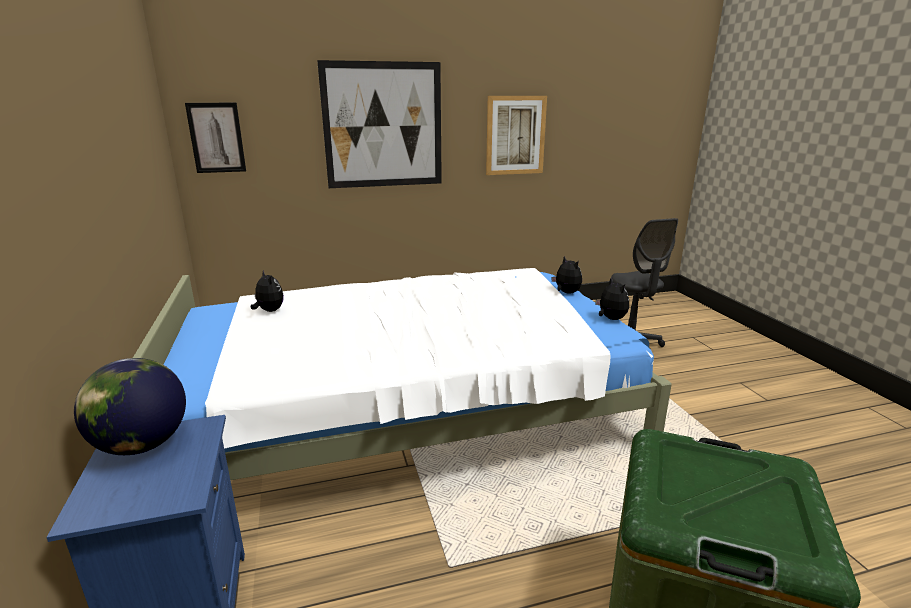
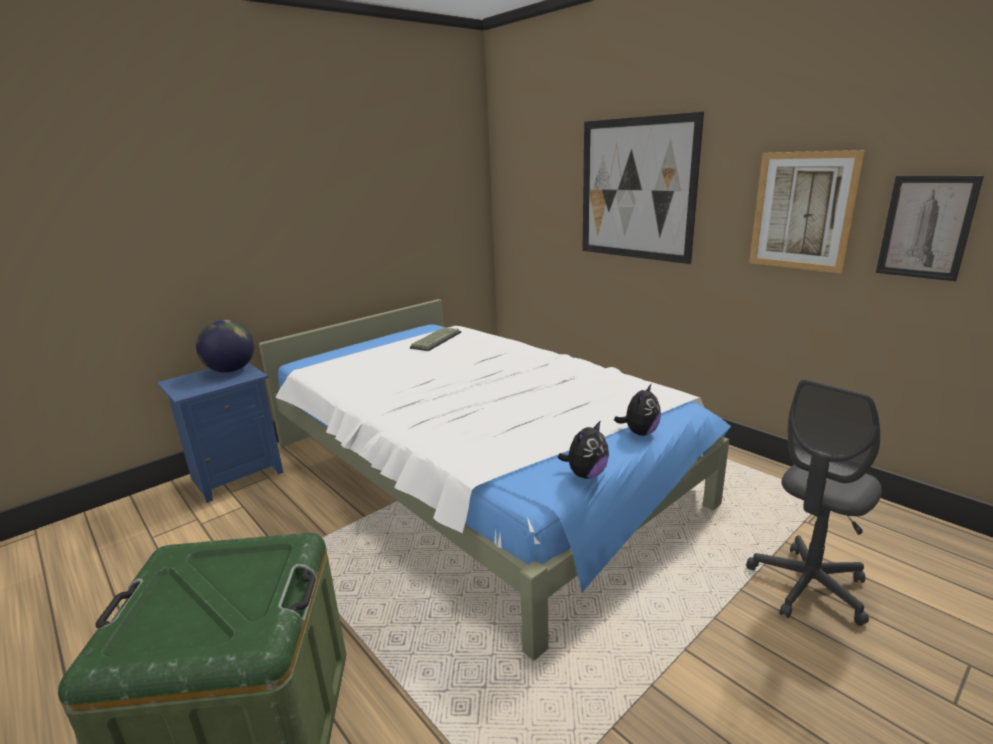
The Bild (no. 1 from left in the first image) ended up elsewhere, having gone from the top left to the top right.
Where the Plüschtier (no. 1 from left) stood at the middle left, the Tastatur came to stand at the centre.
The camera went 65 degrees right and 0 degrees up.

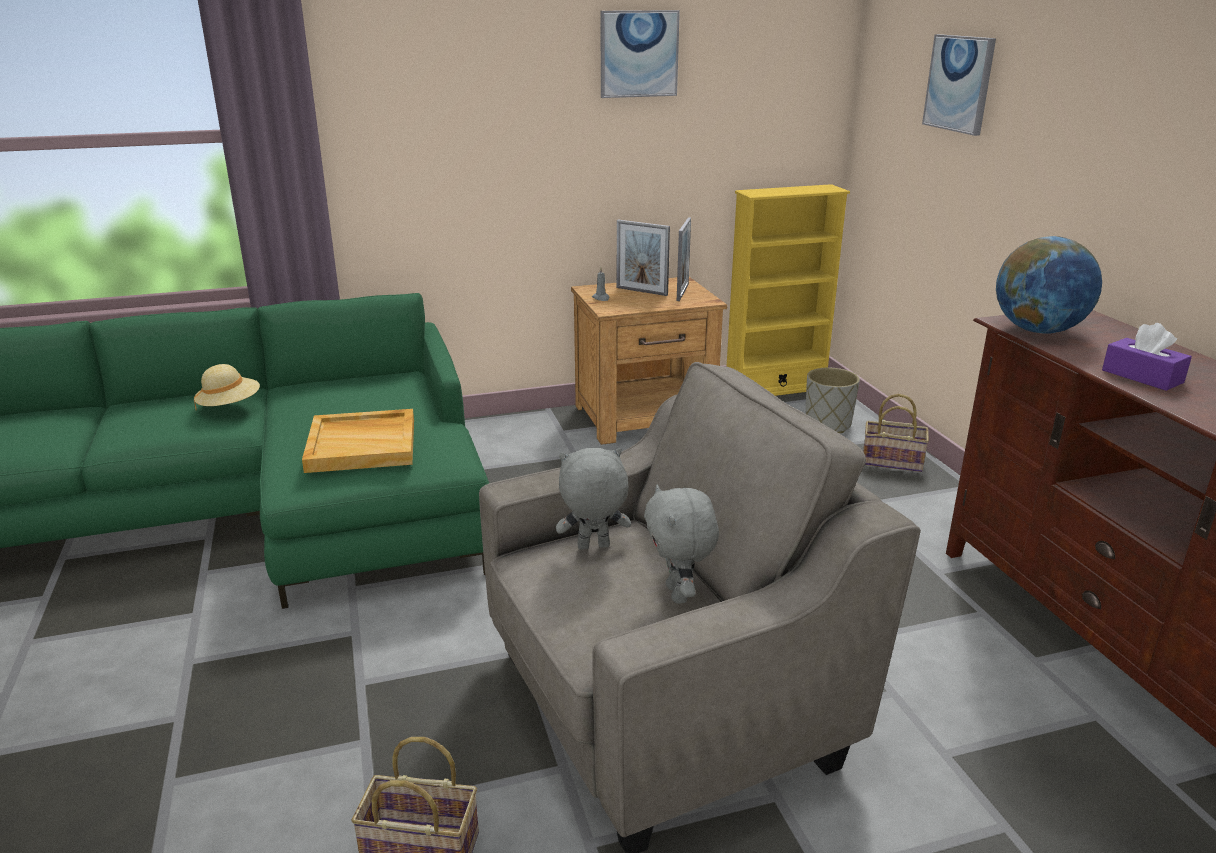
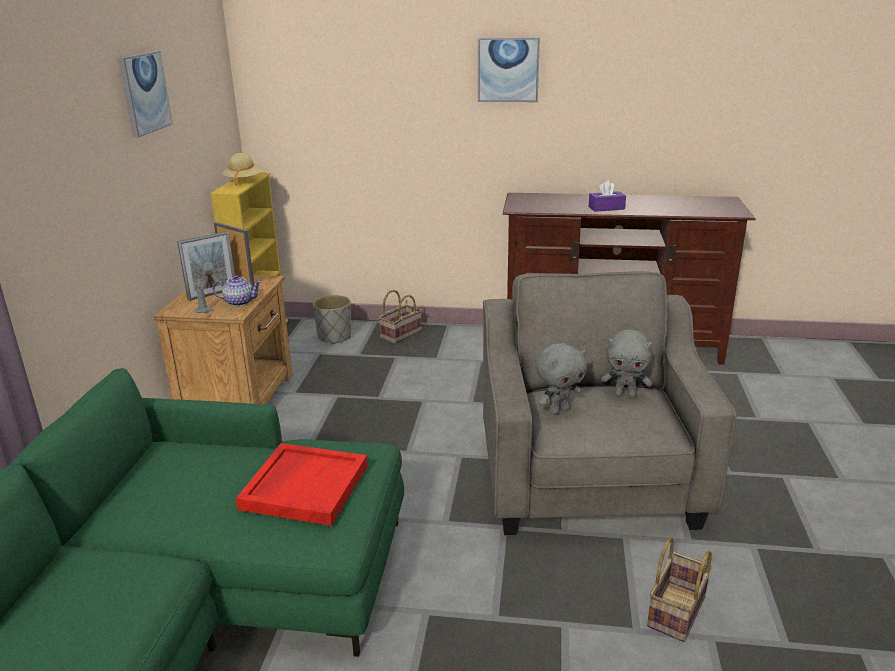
The Bild (no. 2 from left) ended up elsewhere, having gone from the top right to the top centre.
The second view lost the Globus at the middle right.
The Hut/beige ended up elsewhere, having gone from the middle left to the top left.
What was the Tablett/beige at the middle left turned into the Tablett/rot at the bottom centre.
The Plüschtier/grau (no. 1 from left) at the centre ended up facing another way, 135 degrees counterclockwise from before.
The second view gained the Teekanne at the middle left.
The camera went 65 degrees left and 0 degrees up.

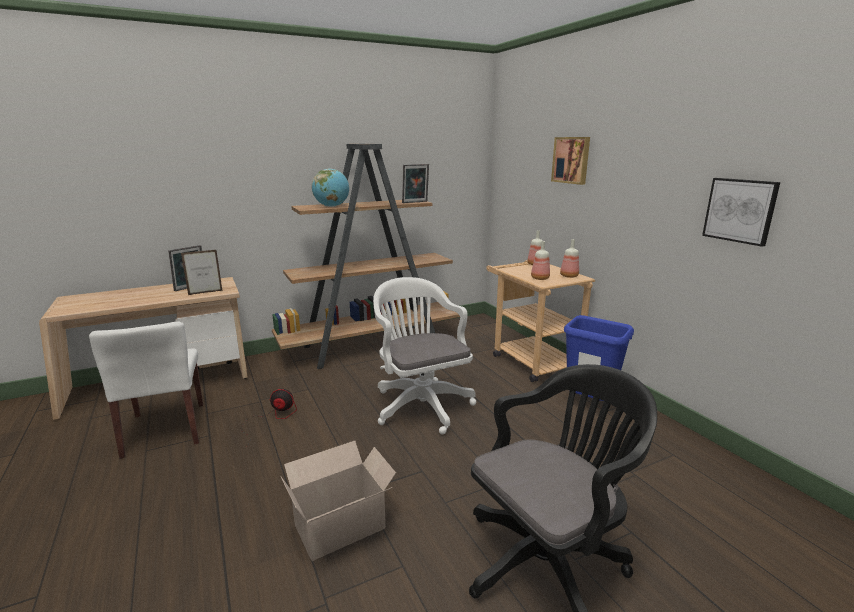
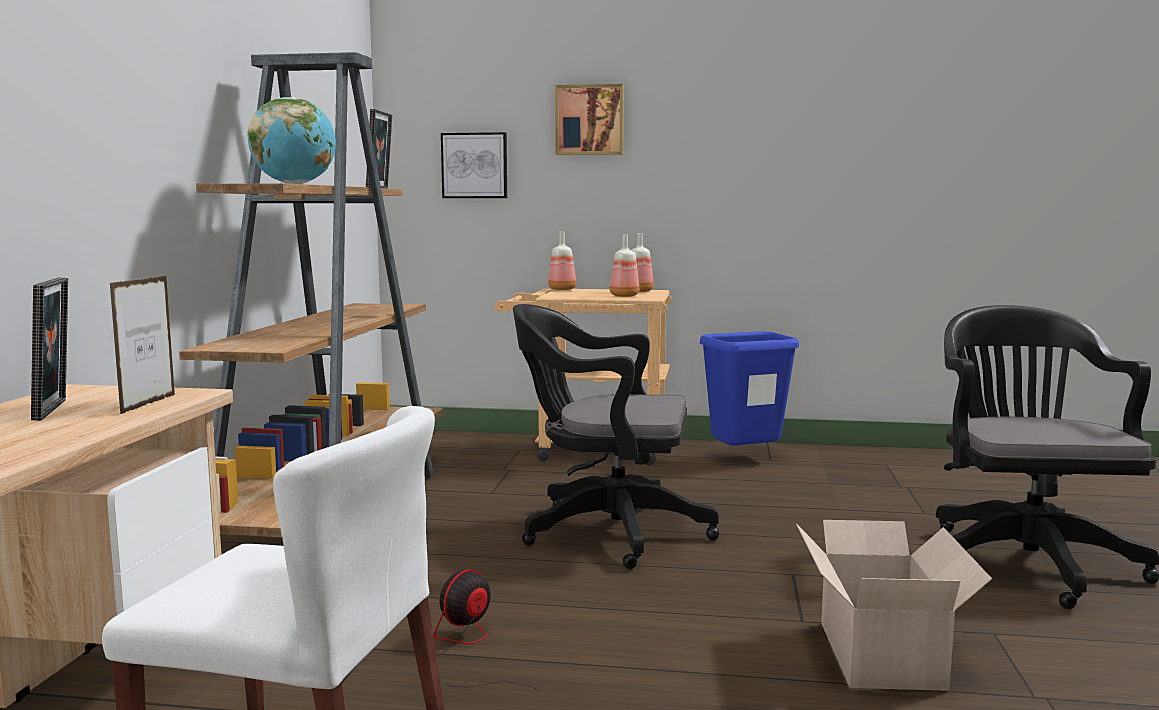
The Bild (no. 2 from left in the first image) ended up elsewhere, having gone from the middle right to the top centre.
What was the Bürostuhl/weiß at the centre turned into the Bürostuhl/schwarz (no. 1 from left) at the centre.
The camera went 55 degrees left and 10 degrees down.

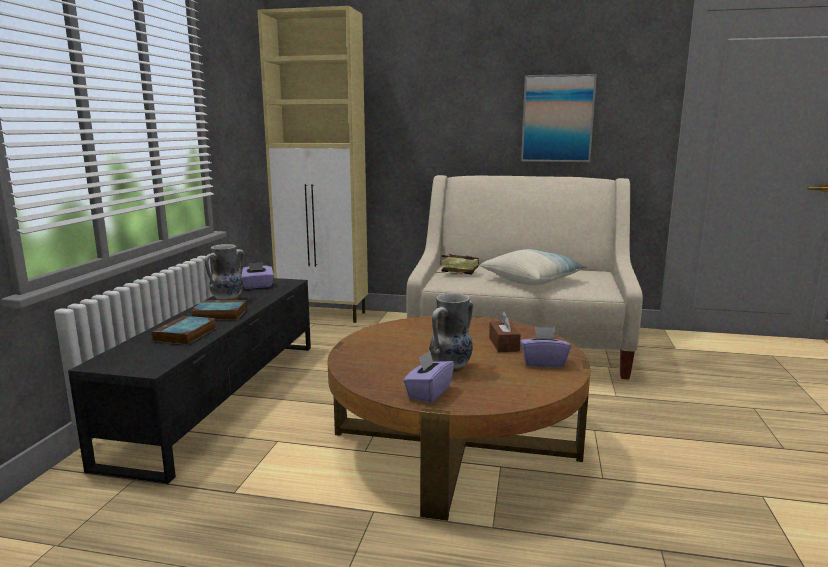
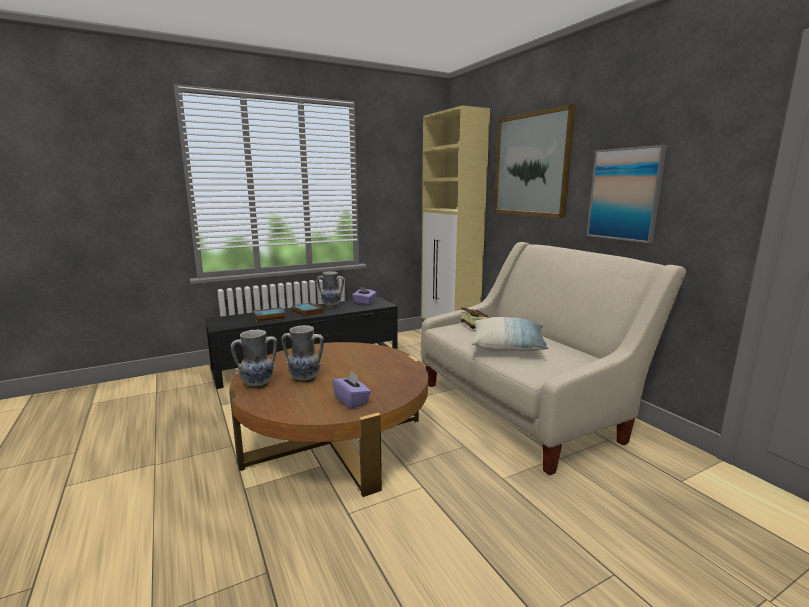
The second view lost the Taschentuchbox/braun at the centre.
Where the Taschentuchbox/lila (no. 2 from left) stood at the centre, the Vase (no. 1 from left) came to stand at the middle left.
The second view gained the Bild (no. 1 from left) at the top centre.
The camera went 50 degrees right and 0 degrees up.

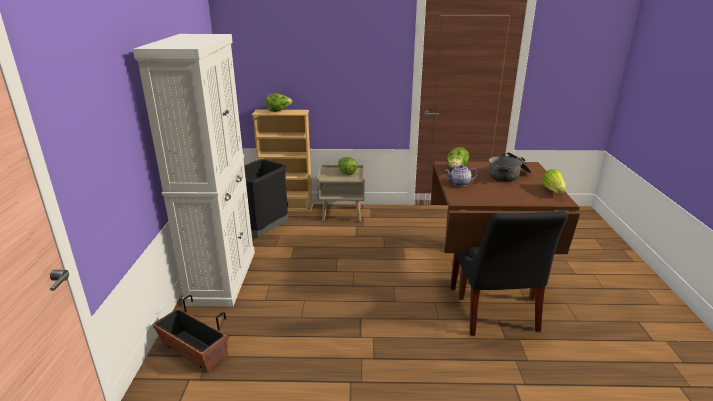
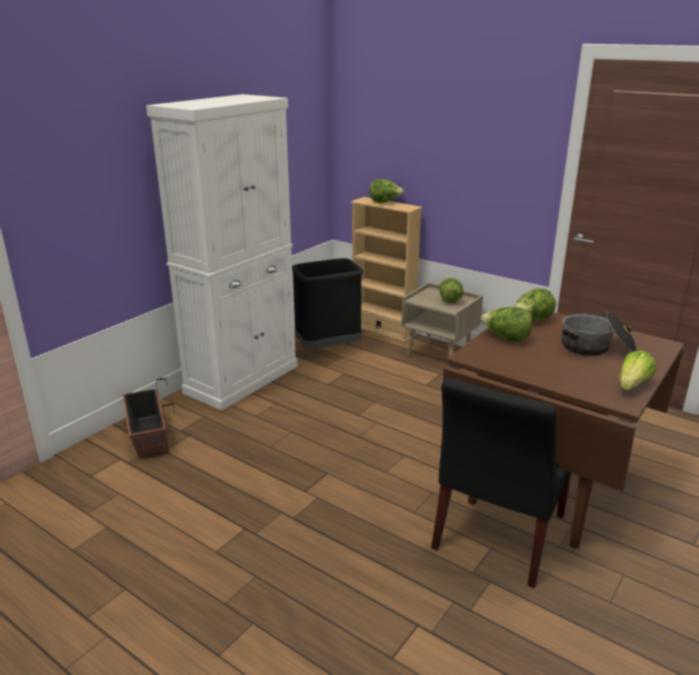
Where the Teekanne stood at the centre, the Salatkopf (no. 3 from left) came to stand at the middle right.
The camera went 35 degrees right and 0 degrees up.

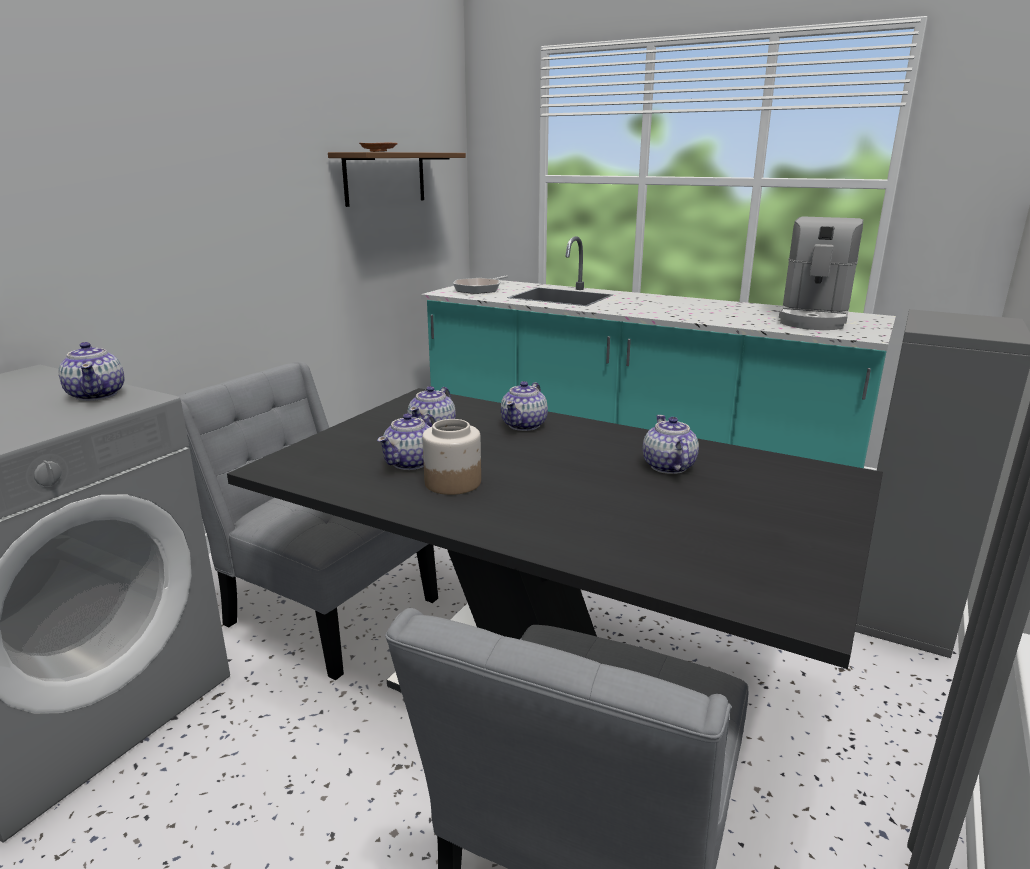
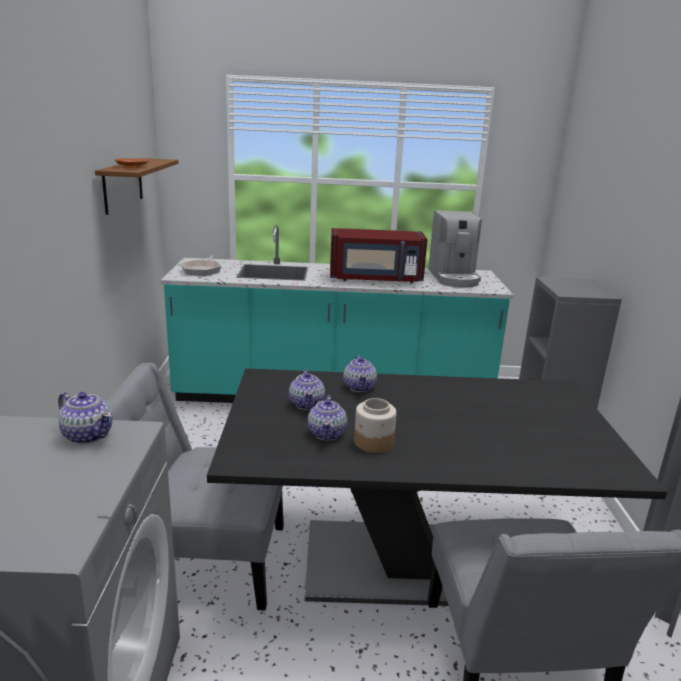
The second view lost the Teekanne (no. 5 from left) at the centre.
The second view gained the Mikrowelle/rot at the centre.
The camera went 30 degrees left and 0 degrees up.

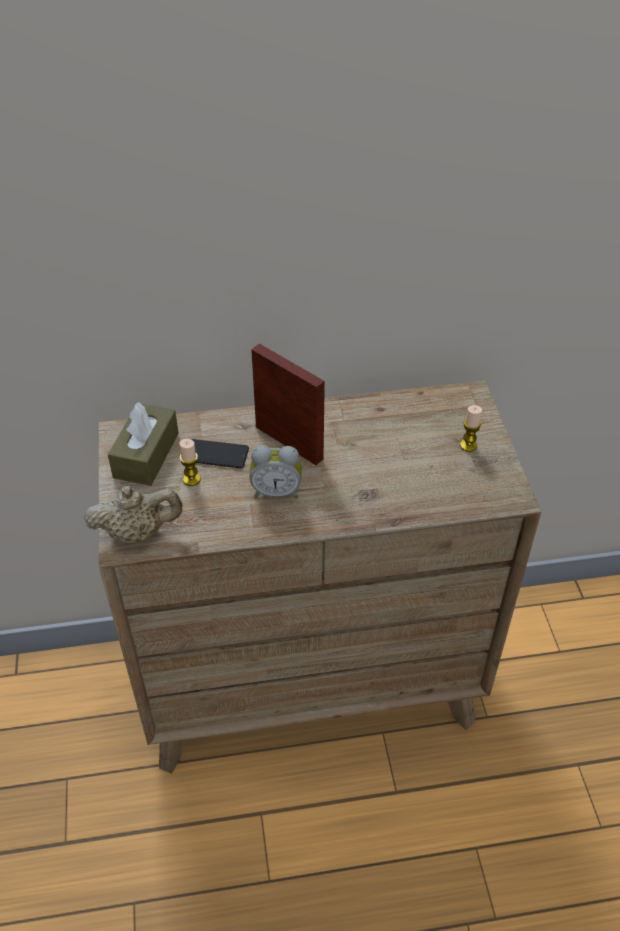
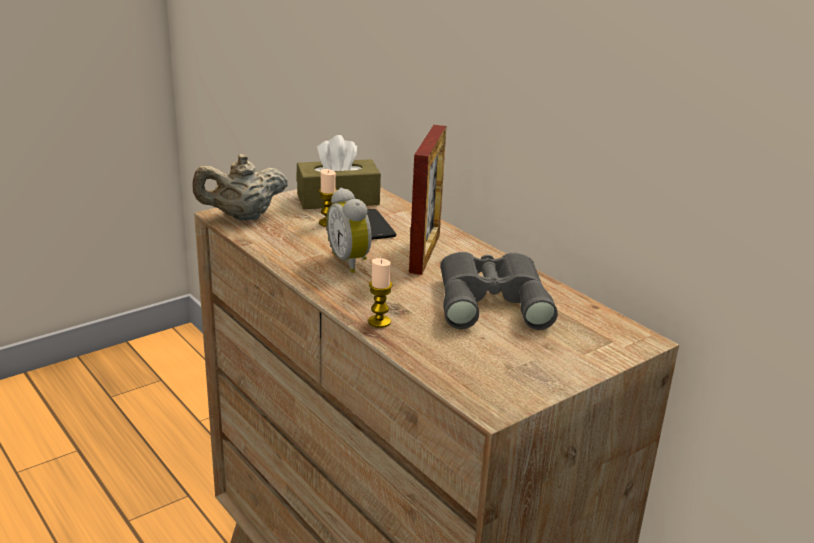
The Kerze (no. 2 from left) ended up elsewhere, having gone from the middle right to the centre.
The Teekanne/beige at the middle left ended up facing another way, 105 degrees clockwise from before.
The second view gained the Fernglas/grau at the centre.
The camera went 60 degrees right and 20 degrees down.

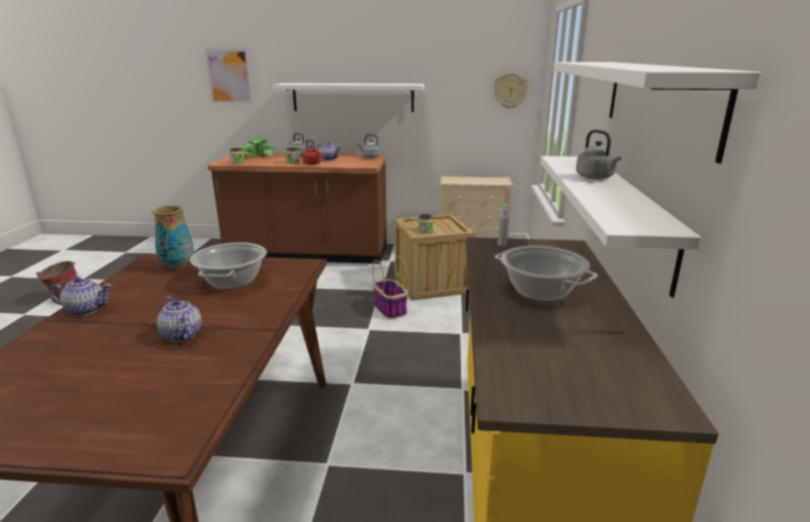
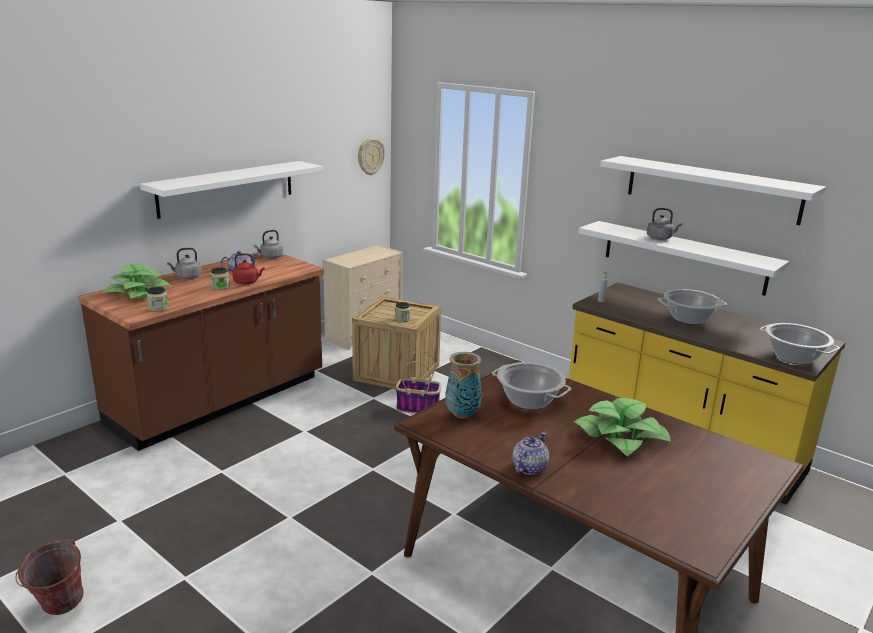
The second view lost the Bild at the top left.
Where the Teekanne (no. 2 from left) stood at the middle left, the Topfpflanze (no. 2 from left) came to stand at the bottom right.
The second view gained the Kochtopf (no. 3 from left) at the middle right.
The camera went 55 degrees left and 0 degrees up.

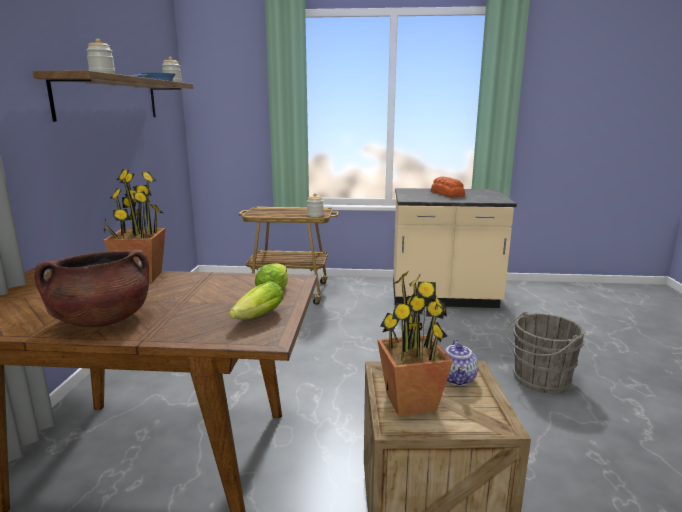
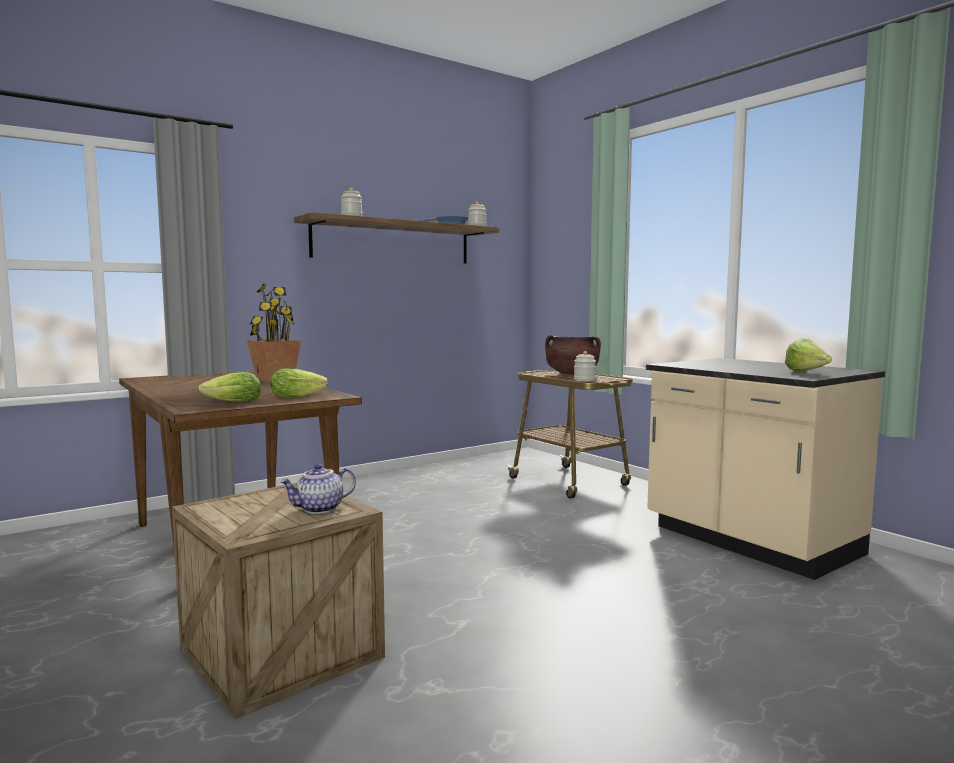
The second view lost the Brot at the centre.
The Kochtopf/braun ended up elsewhere, having gone from the middle left to the centre.
The second view lost the Topfpflanze (no. 2 from left) at the bottom centre.
The second view lost the Eimer/grau at the bottom right.
The second view gained the Salatkopf (no. 3 from left) at the middle right.
The camera went 50 degrees right and 10 degrees down.

